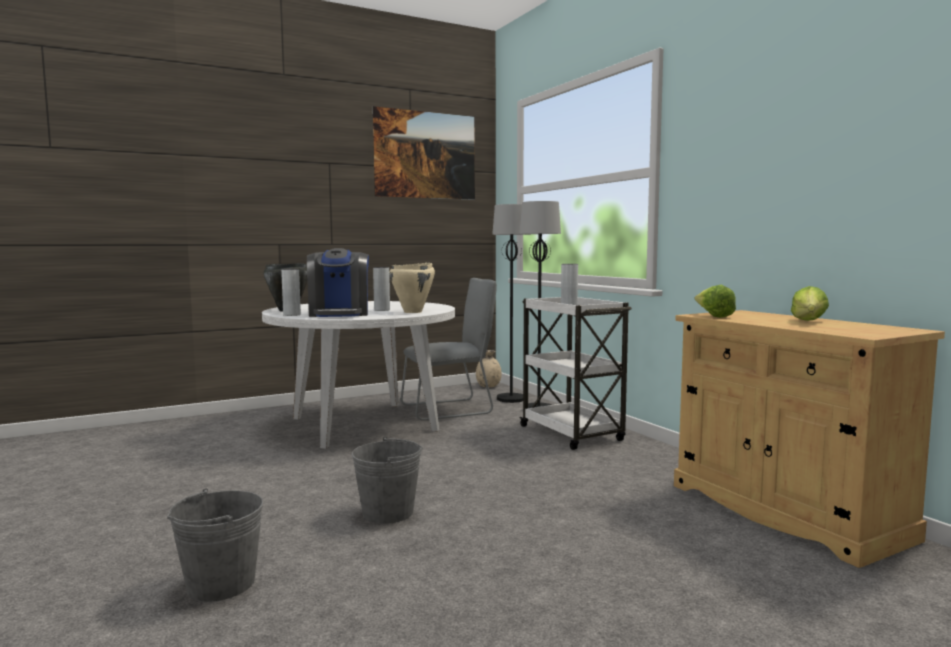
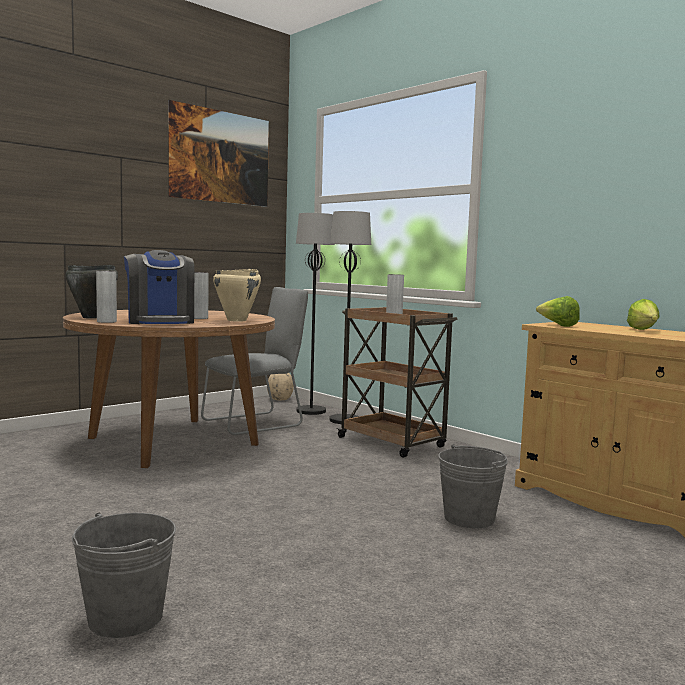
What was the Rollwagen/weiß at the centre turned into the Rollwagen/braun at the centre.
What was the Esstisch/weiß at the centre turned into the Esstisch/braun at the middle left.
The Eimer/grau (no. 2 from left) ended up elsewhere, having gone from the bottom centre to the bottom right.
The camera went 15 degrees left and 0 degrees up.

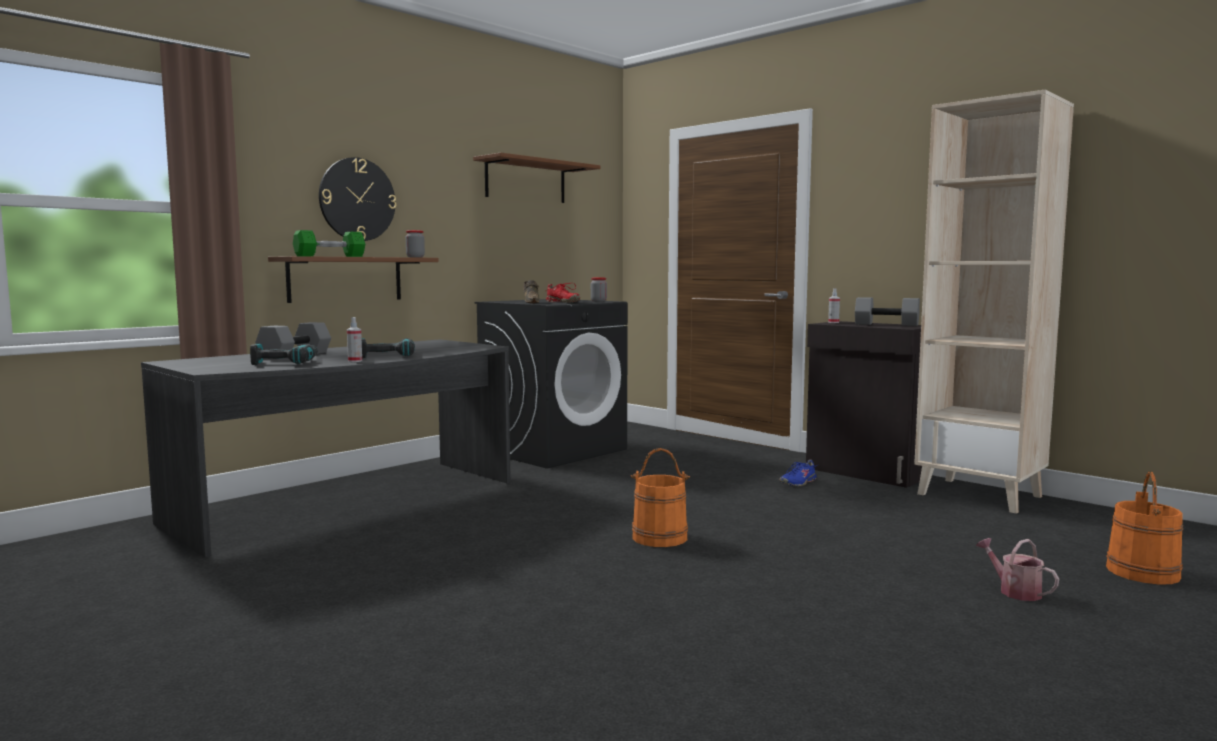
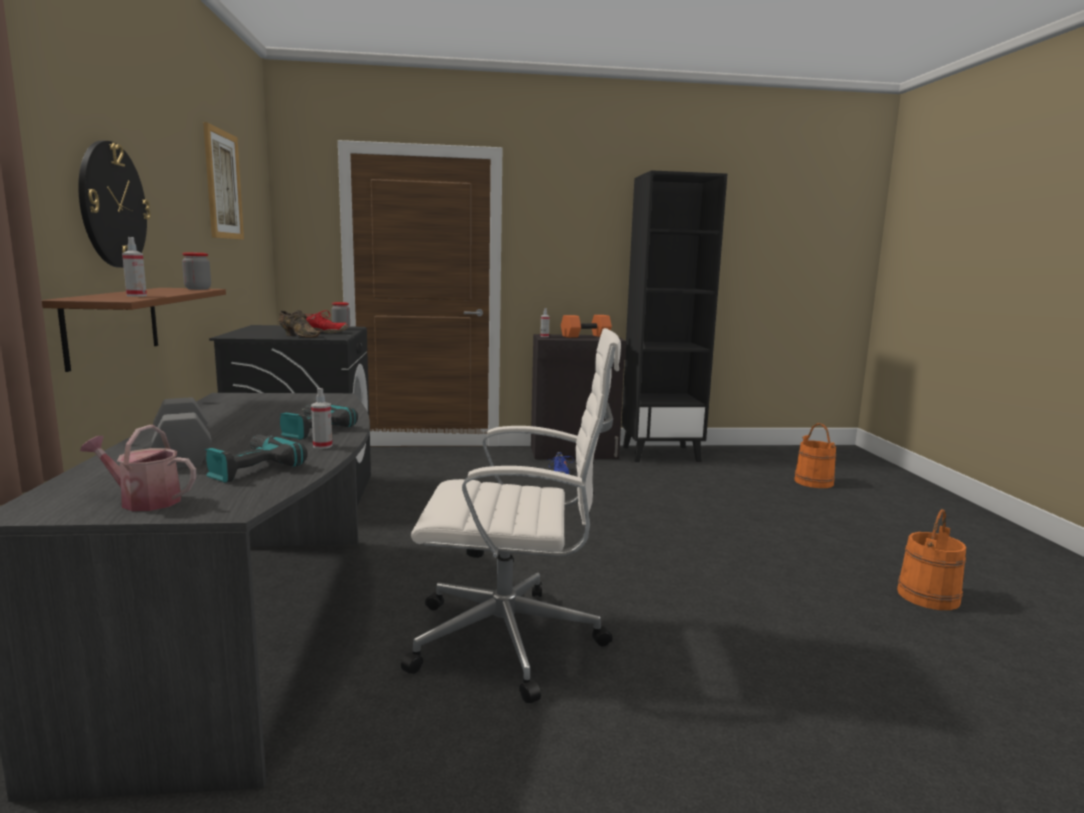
What was the Bücherregal/beige at the middle right turned into the Bücherregal/schwarz at the centre.
Where the Wandregal/braun (no. 2 from left) hung at the top centre, the Bild came to hang at the top left.
Where the Hantel/grün stood at the top left, the Sprühflasche (no. 1 from left) came to stand at the top left.
What was the Hantel/grau (no. 2 from left) at the middle right turned into the Hantel/orange at the centre.
The Eimer/orange (no. 1 from left in the first image) ended up elsewhere, having gone from the bottom centre to the bottom right.
The Gießkanne ended up elsewhere, having gone from the bottom right to the middle left.
The second view gained the Bürostuhl/weiß at the centre.
The camera went 50 degrees left and 5 degrees up.

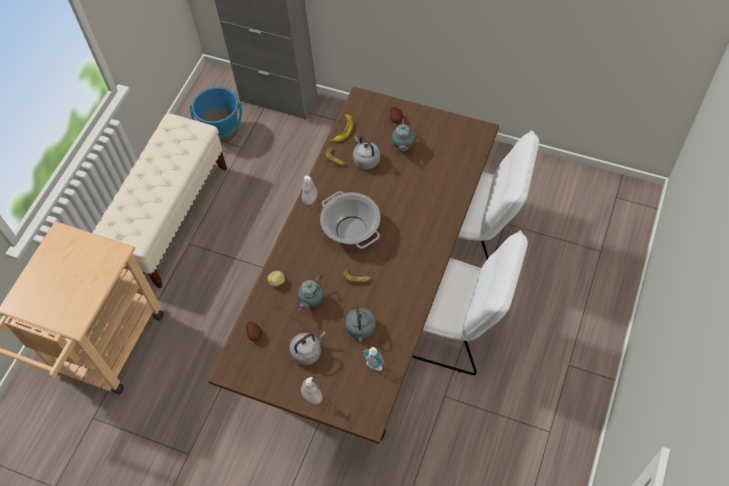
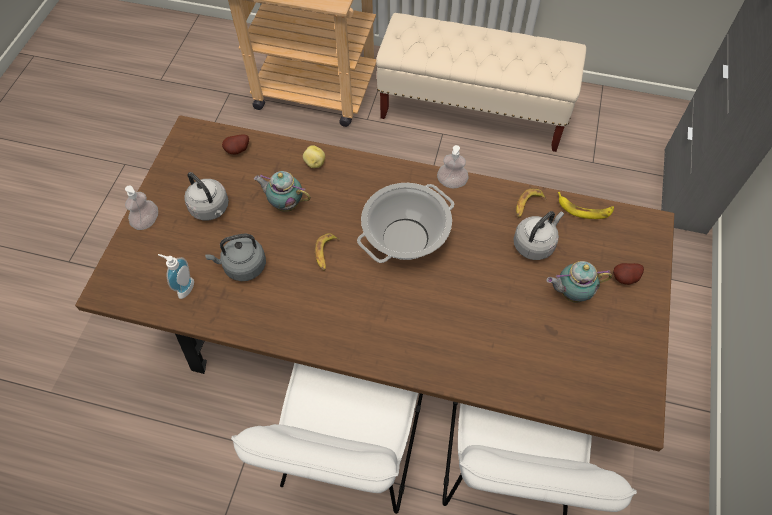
The second view lost the Eimer/blau at the top left.
The camera went 80 degrees right and 0 degrees up.

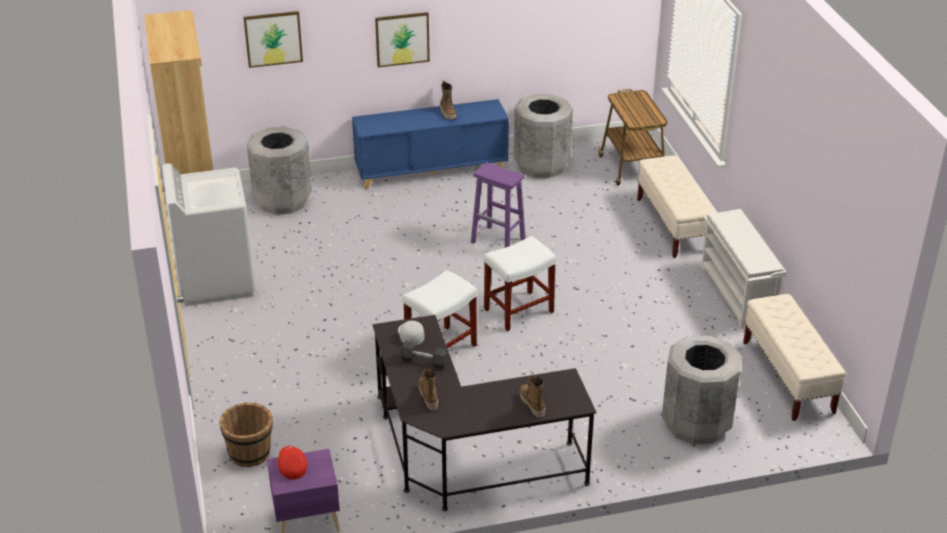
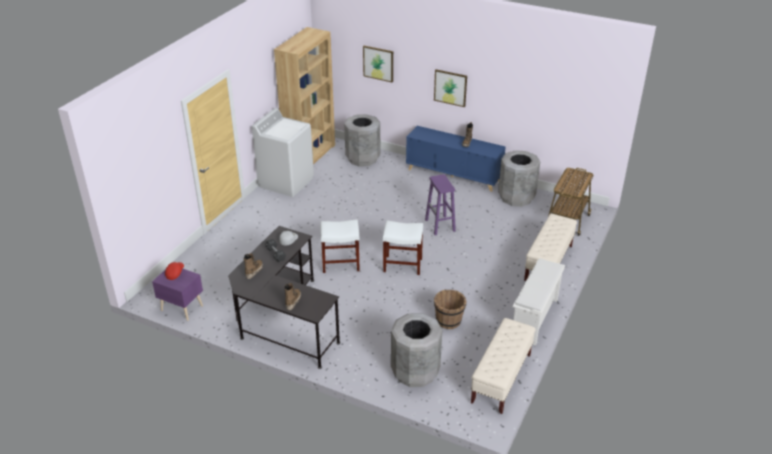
The Eimer/braun ended up elsewhere, having gone from the bottom left to the bottom centre.
The camera went 40 degrees right and 0 degrees up.

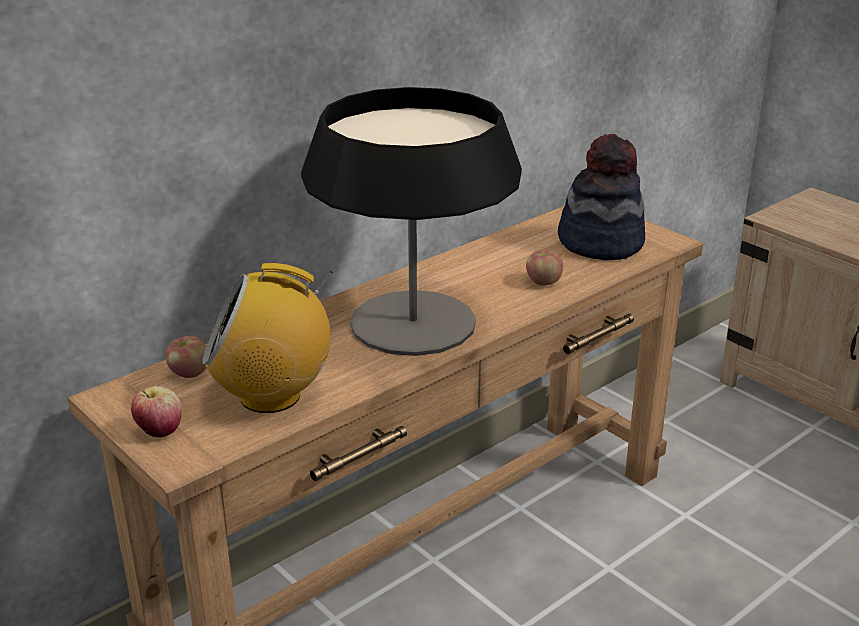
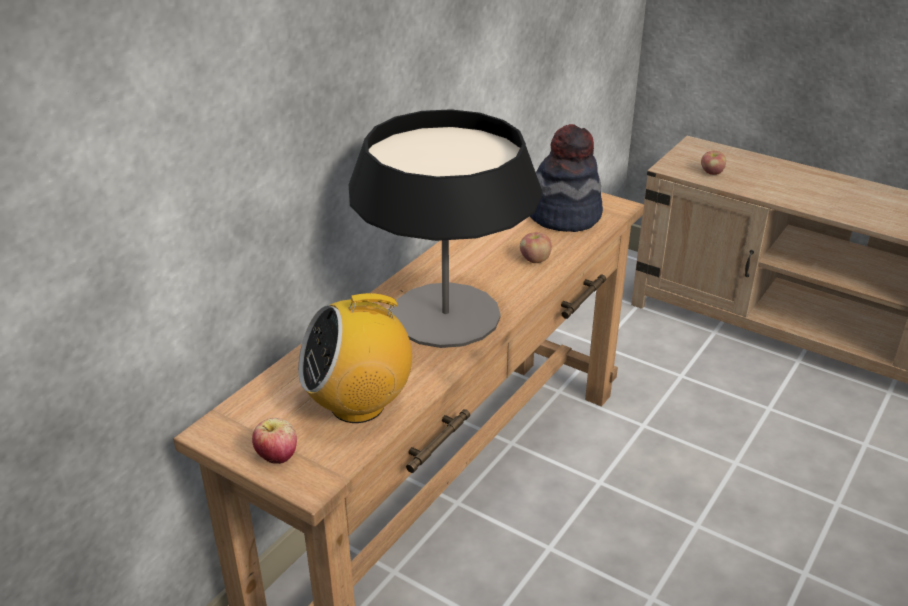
The Apfel (no. 2 from left in the first image) ended up elsewhere, having gone from the middle left to the top right.
The camera went 15 degrees left and 5 degrees up.

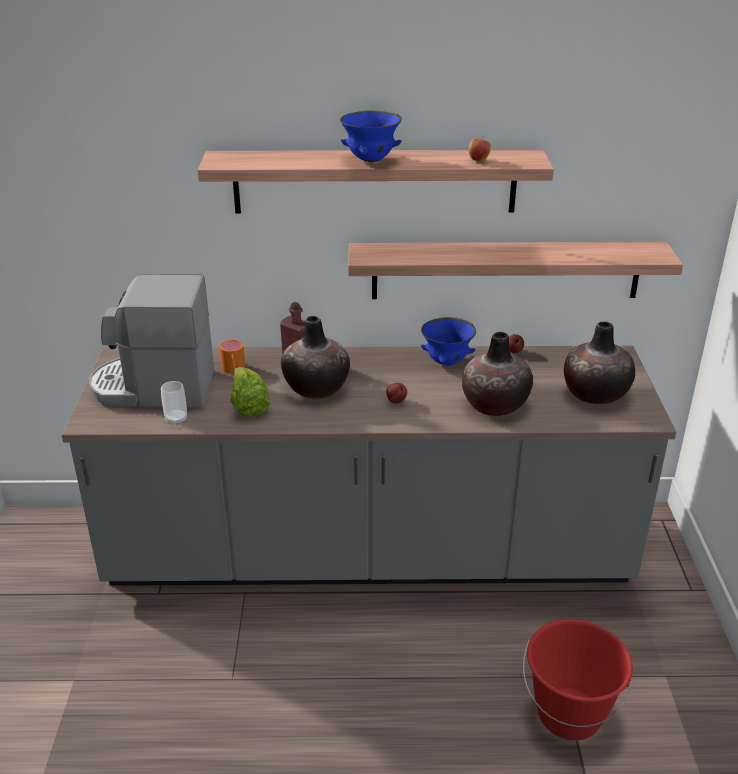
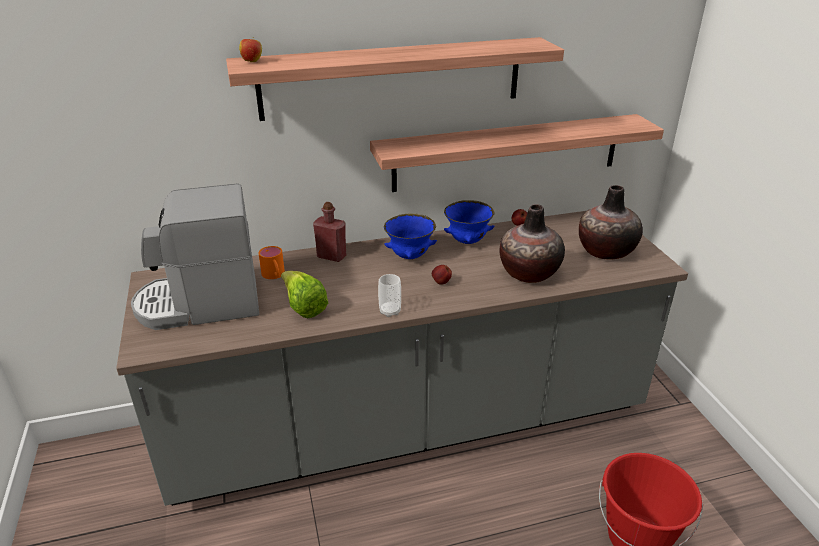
The Schüssel/blau (no. 1 from left) ended up elsewhere, having gone from the top centre to the centre.
The Apfel (no. 2 from left in the first image) ended up elsewhere, having gone from the top centre to the top left.
The second view lost the Vase (no. 1 from left) at the centre.
The Tasse ended up elsewhere, having gone from the middle left to the centre.
The camera went 15 degrees left and 0 degrees up.

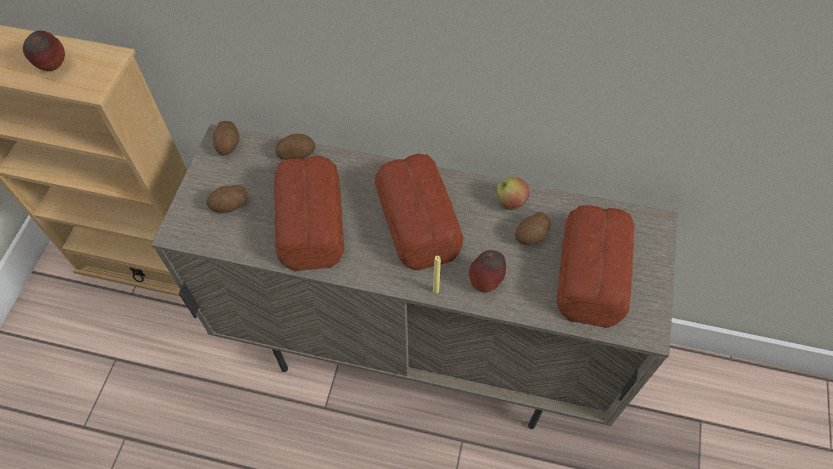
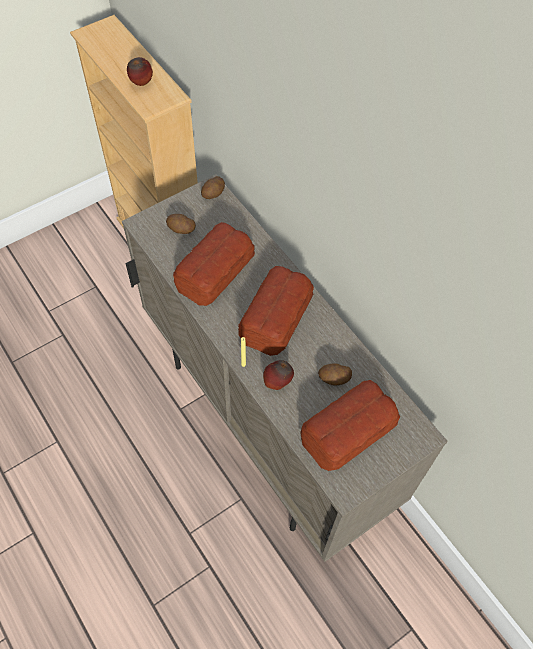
The second view lost the Kartoffel (no. 3 from left) at the top centre.
The second view lost the Apfel (no. 3 from left) at the centre.
The camera went 40 degrees right and 0 degrees up.

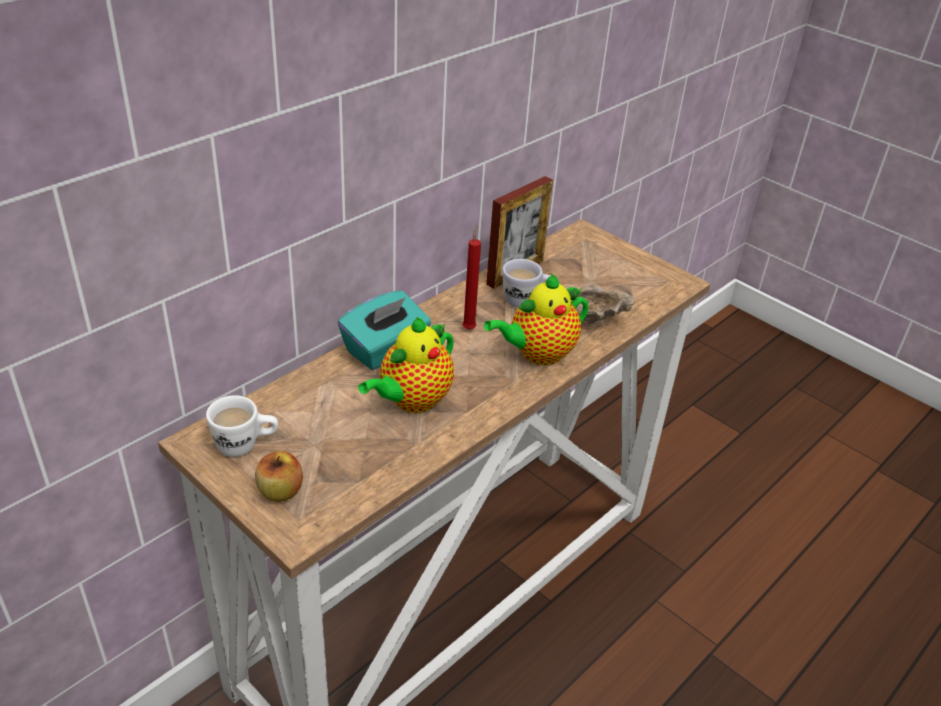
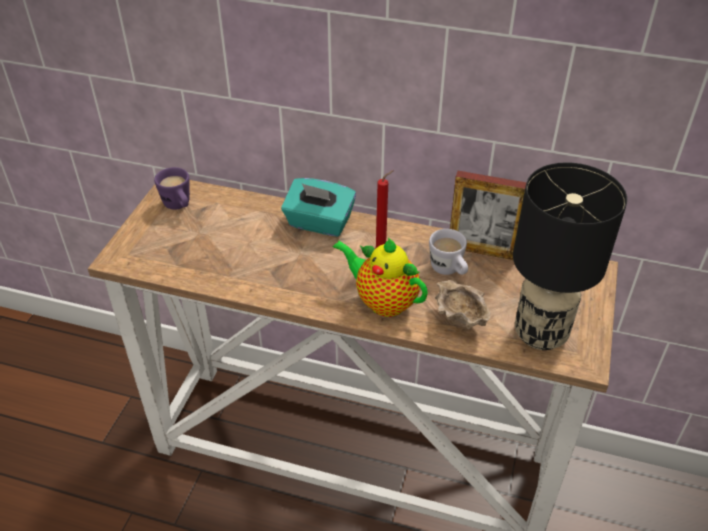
The second view lost the Teekanne (no. 1 from left) at the centre.
What was the Henkelbecher/weiß (no. 1 from left) at the middle left turned into the Henkelbecher/lila at the middle left.
The second view lost the Apfel at the bottom left.
The second view gained the Tischlampe/schwarz at the middle right.
The camera went 65 degrees right and 5 degrees up.

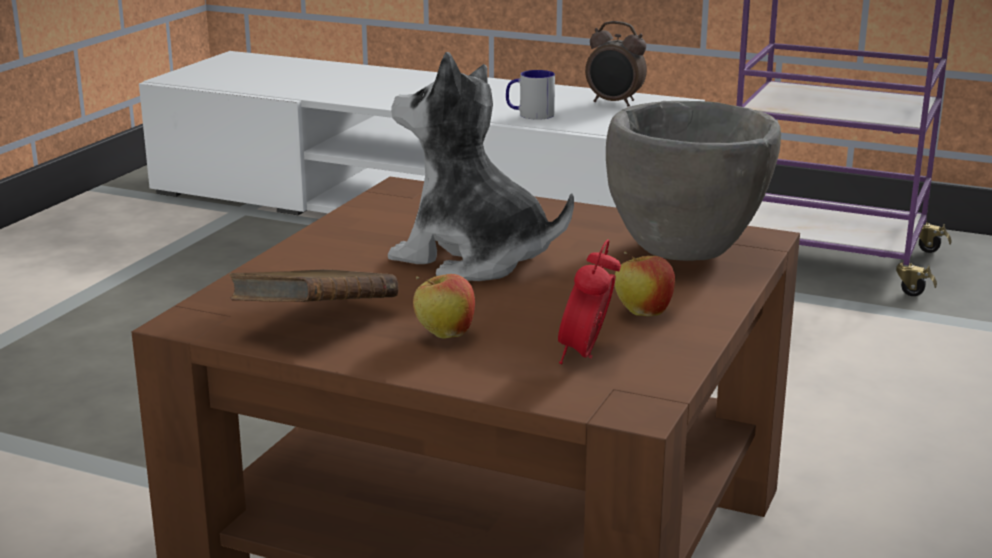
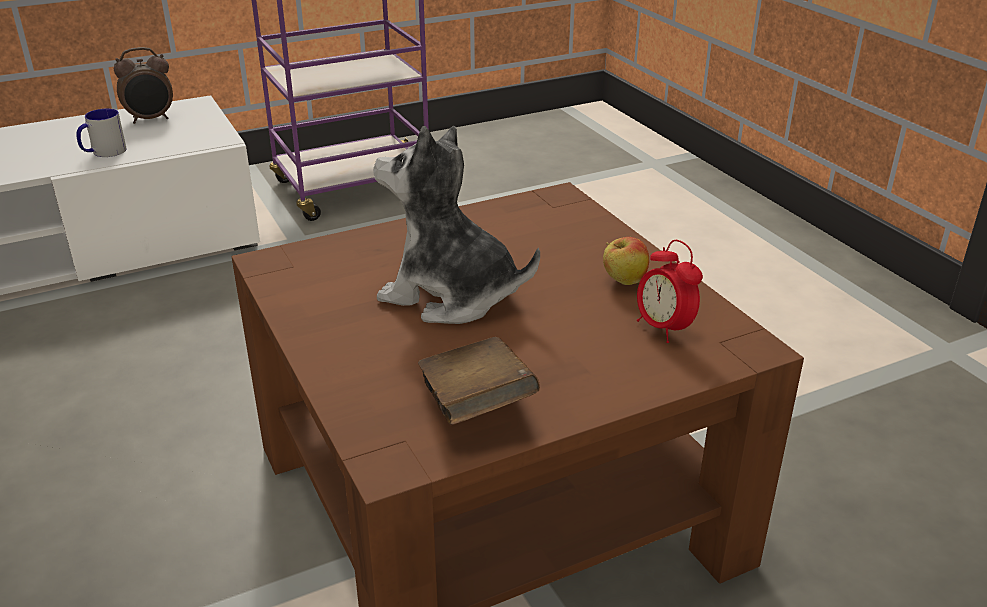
The Plüschtier at the top centre ended up facing another way, 45 degrees clockwise from before.
The second view lost the Schüssel/grau at the top right.
The second view lost the Apfel (no. 1 from left) at the centre.
The camera went 50 degrees left and 10 degrees up.

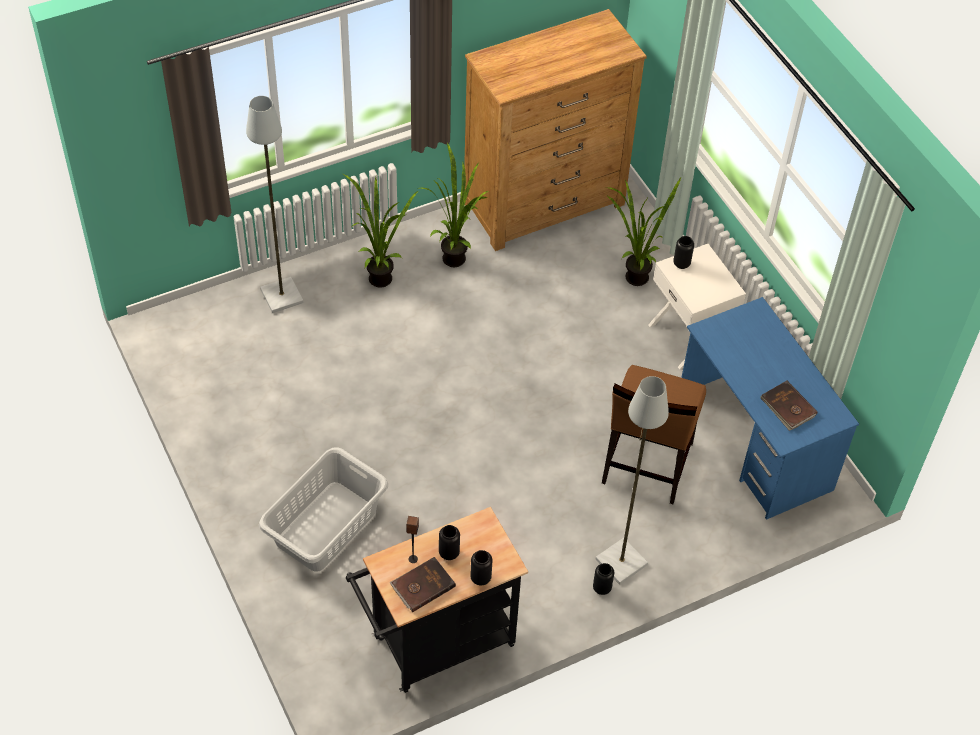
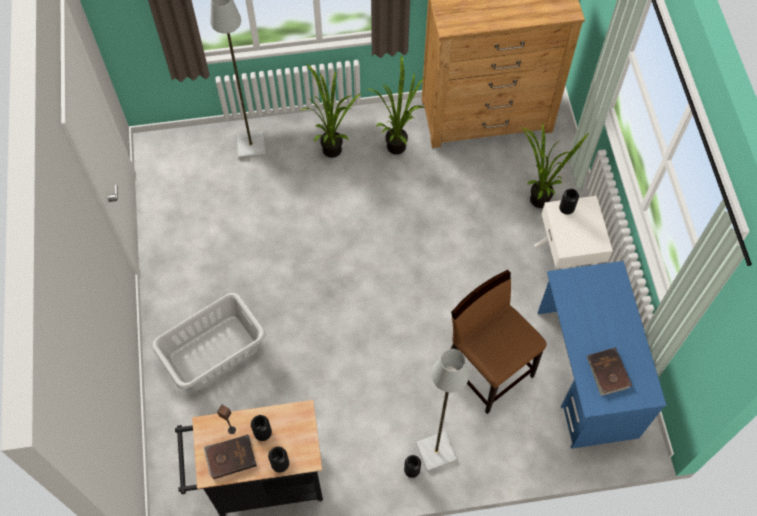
The Stuhl/braun at the middle right ended up facing another way, 105 degrees clockwise from before.
The camera went 20 degrees right and 10 degrees up.

